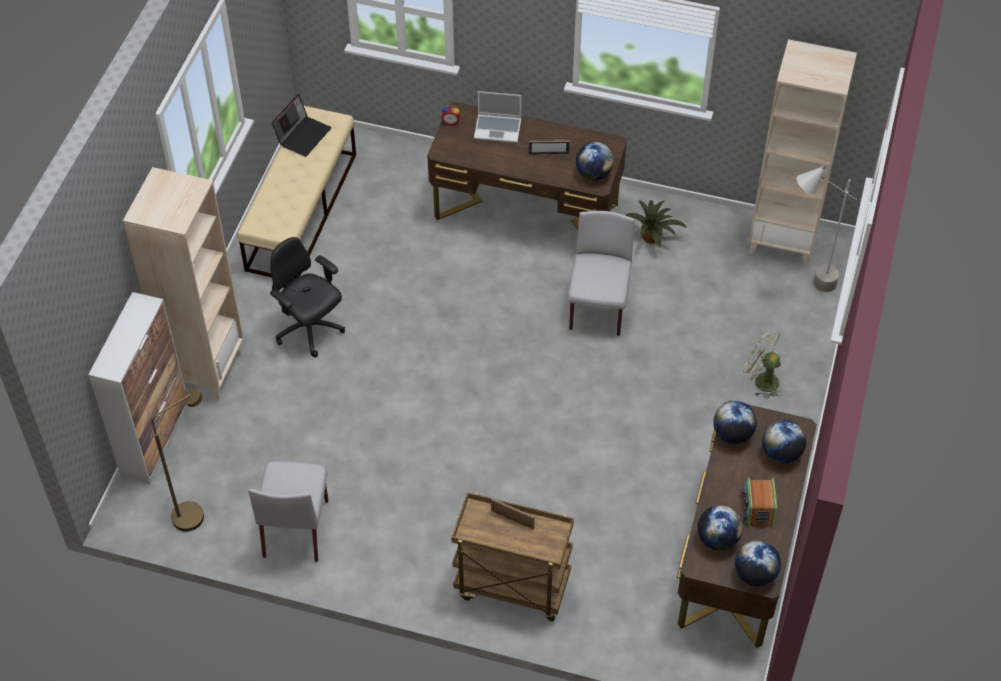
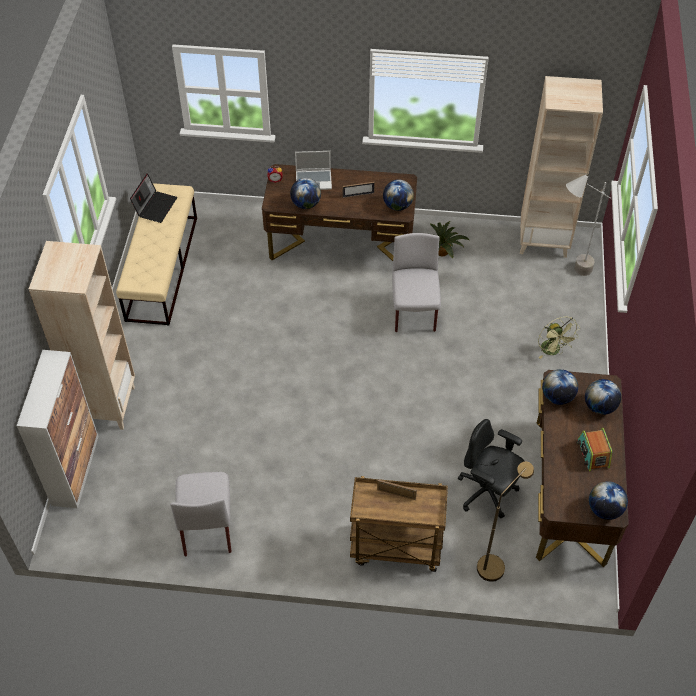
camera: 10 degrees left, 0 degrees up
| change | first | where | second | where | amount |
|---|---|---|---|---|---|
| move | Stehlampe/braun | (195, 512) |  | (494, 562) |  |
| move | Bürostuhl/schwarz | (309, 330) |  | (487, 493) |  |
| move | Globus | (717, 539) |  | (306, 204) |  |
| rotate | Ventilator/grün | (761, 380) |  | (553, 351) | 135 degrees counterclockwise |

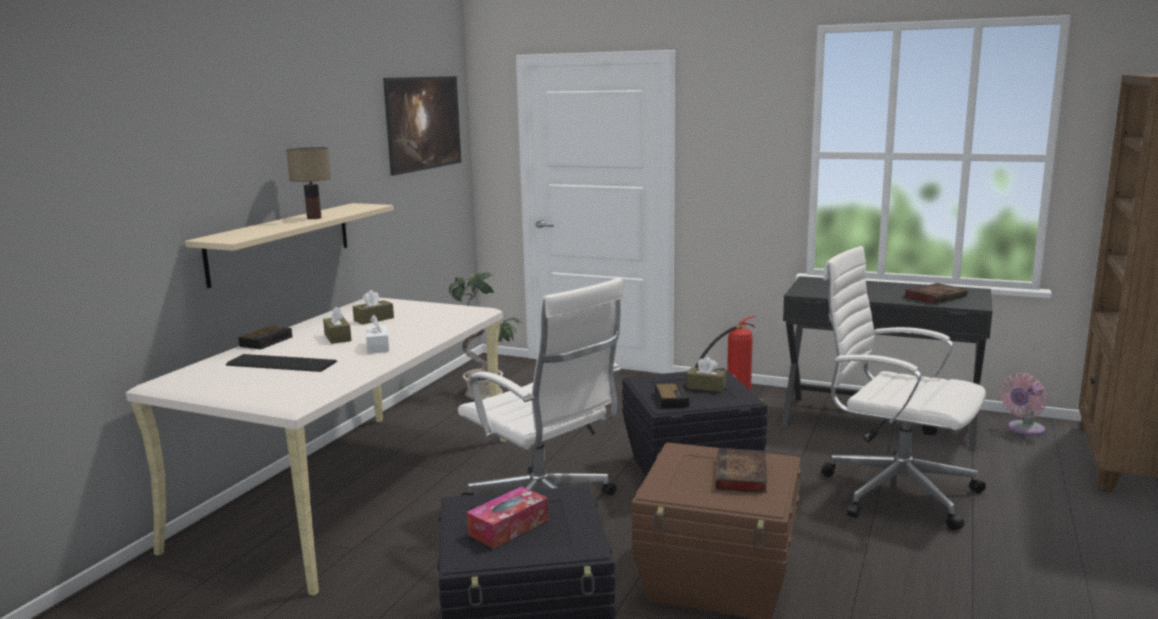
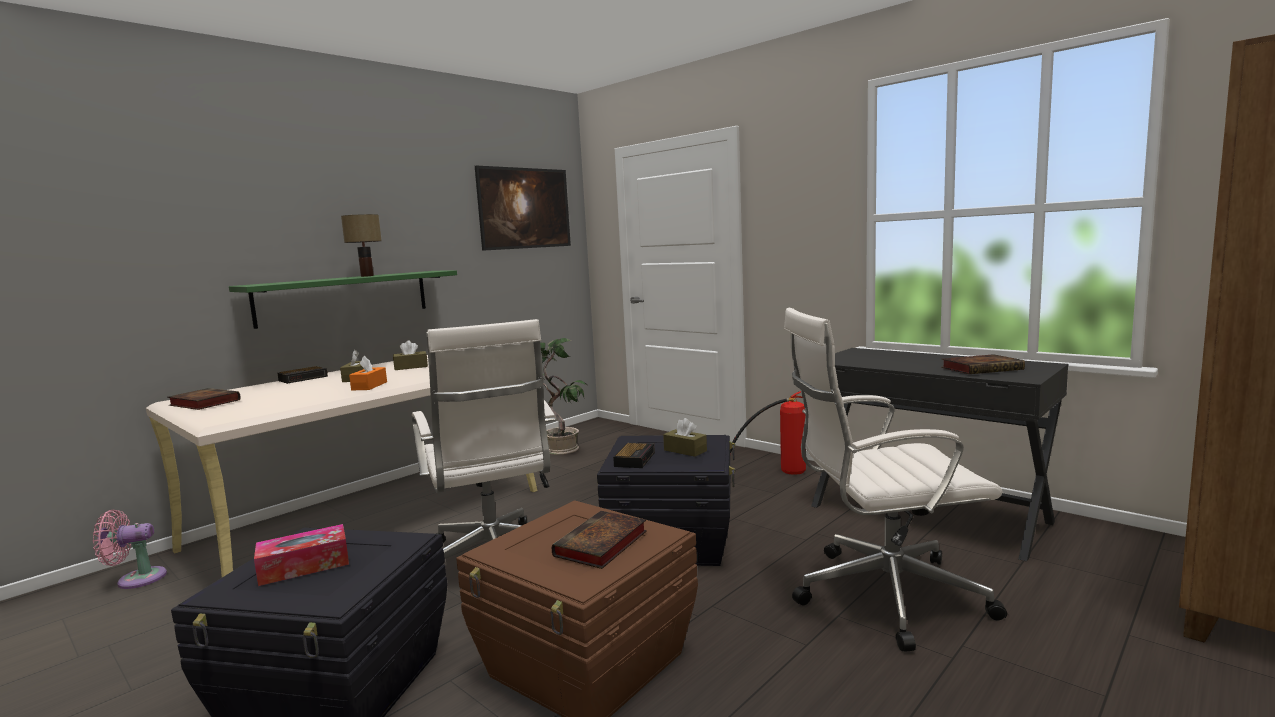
camera: 20 degrees right, 5 degrees down
| change | first | where | second | where | amount |
|---|---|---|---|---|---|
| delete | Tastatur | (281, 363) |  |  |  |
| insert |  |  | Buch | (203, 403) |  |
| move | Ventilator/rosa | (1024, 429) |  | (136, 579) |  |
| recolor | Wandregal/beige | (280, 242) | Wandregal/grün | (344, 297) |  |
| recolor | Taschentuchbox/weiß | (378, 347) | Taschentuchbox/orange | (369, 386) |  |
| rotate | Bürostuhl/weiß | (894, 491) |  | (883, 595) | 60 degrees counterclockwise |

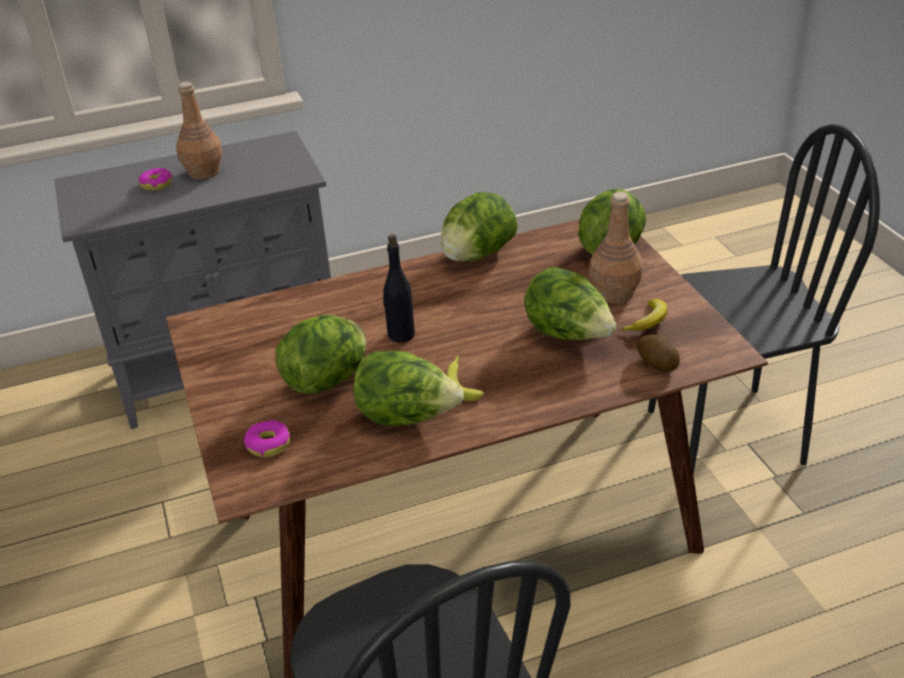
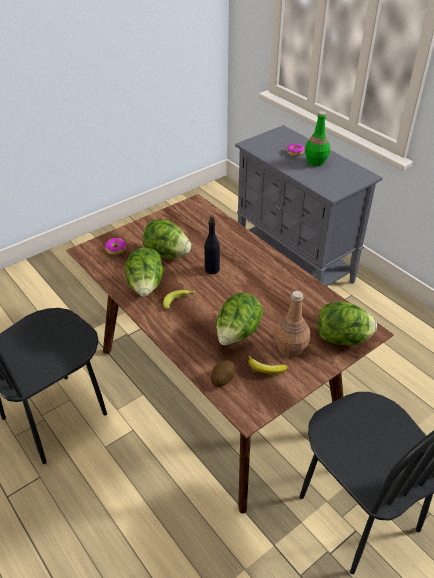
camera: 70 degrees right, 5 degrees up
| change | first | where | second | where | amount |
|---|---|---|---|---|---|
| delete | Salatkopf | (477, 255) |  |  |  |
| recolor | Flasche/braun | (204, 172) | Flasche/grün | (315, 162) |  |

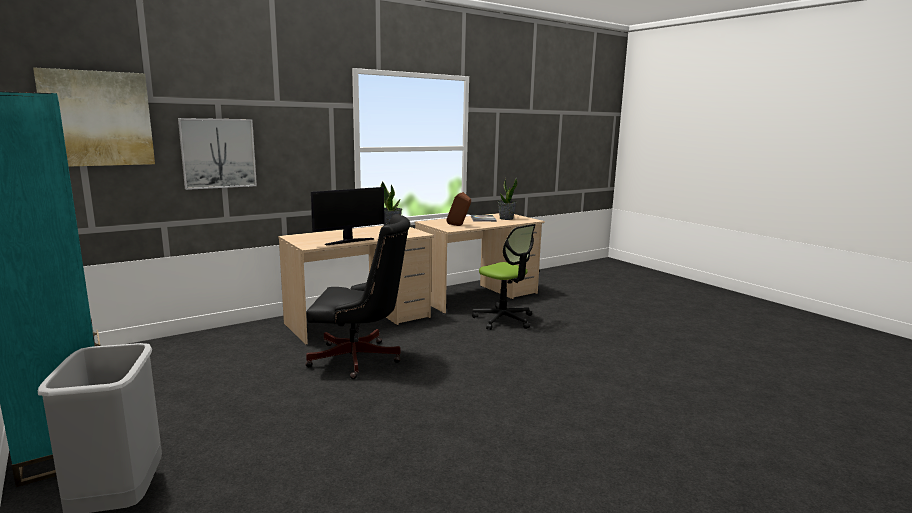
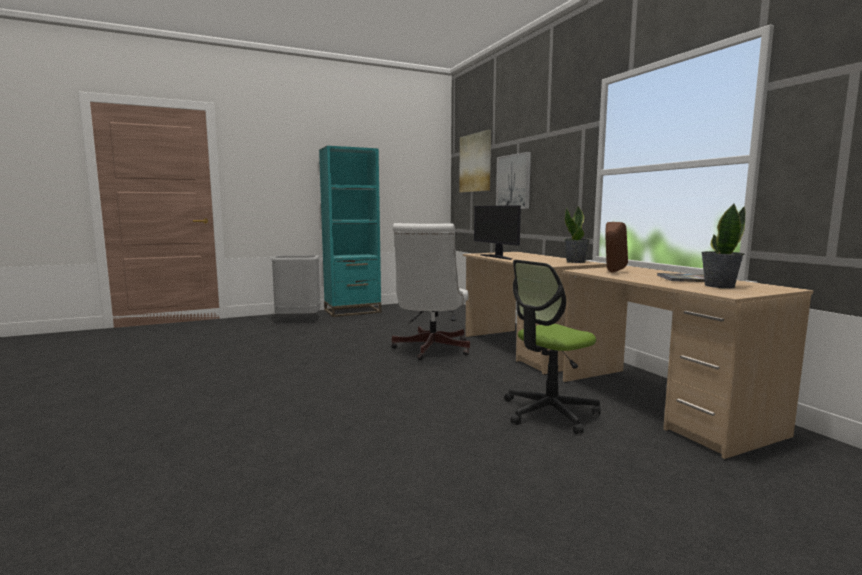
camera: 100 degrees right, 5 degrees down
| change | first | where | second | where | amount |
|---|---|---|---|---|---|
| recolor | Bürostuhl/schwarz | (360, 359) | Bürostuhl/weiß | (430, 350) |  |

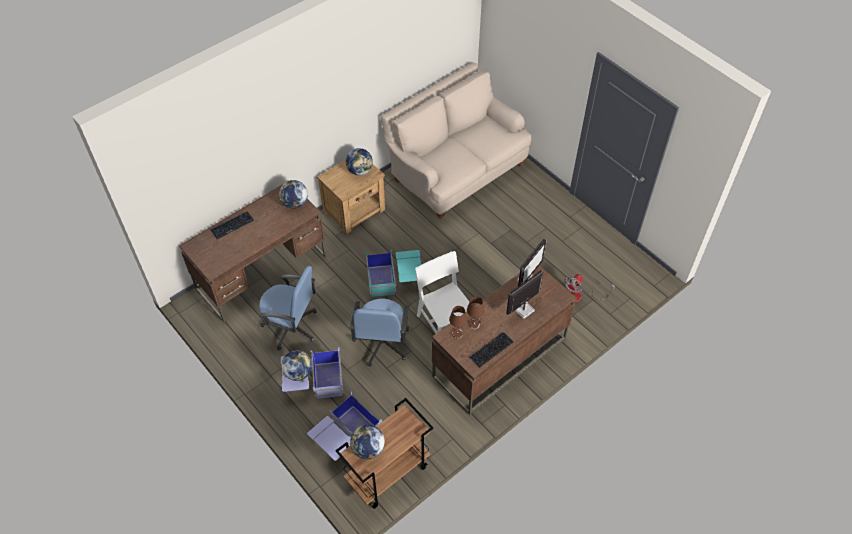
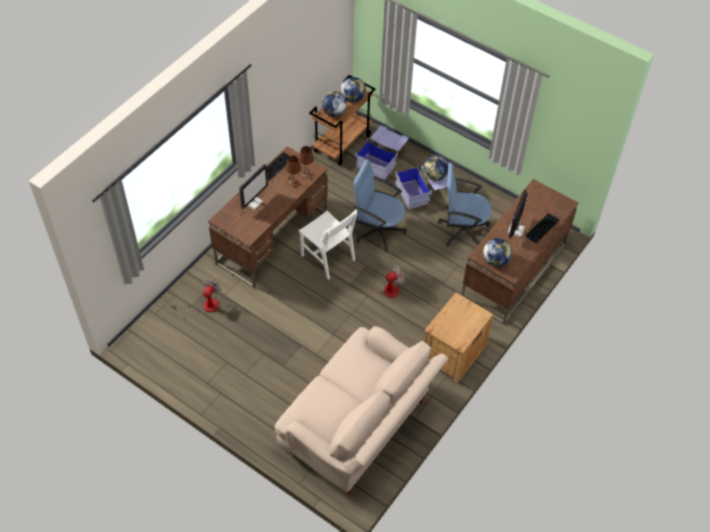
camera: 165 degrees right, 0 degrees up
| change | first | where | second | where | amount |
|---|---|---|---|---|---|
| move | Globus | (360, 170) |  | (333, 112) |  |
| move | Monitor | (527, 279) |  | (516, 230) |  |
| replace | Aufbewahrungsbox/türkis | (395, 280) | Ventilator | (385, 288) |  |
| rotate | Bürostuhl/blau | (381, 343) |  | (378, 231) | 60 degrees counterclockwise |

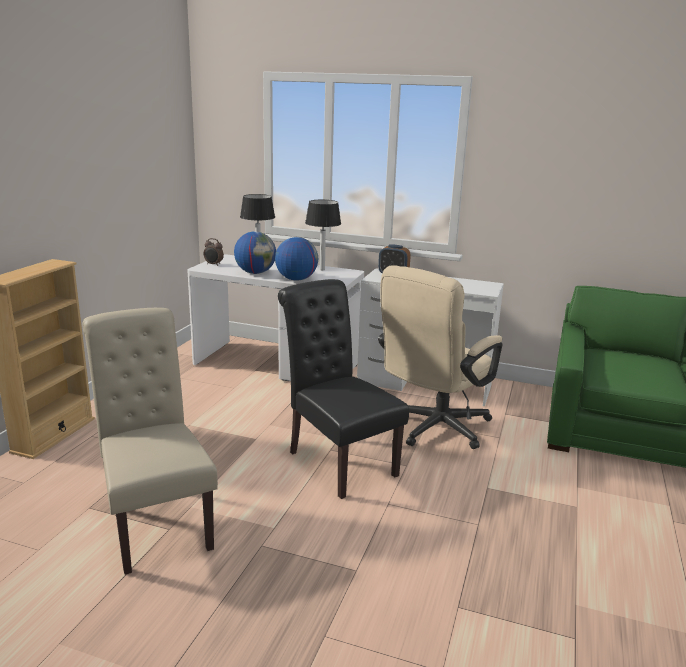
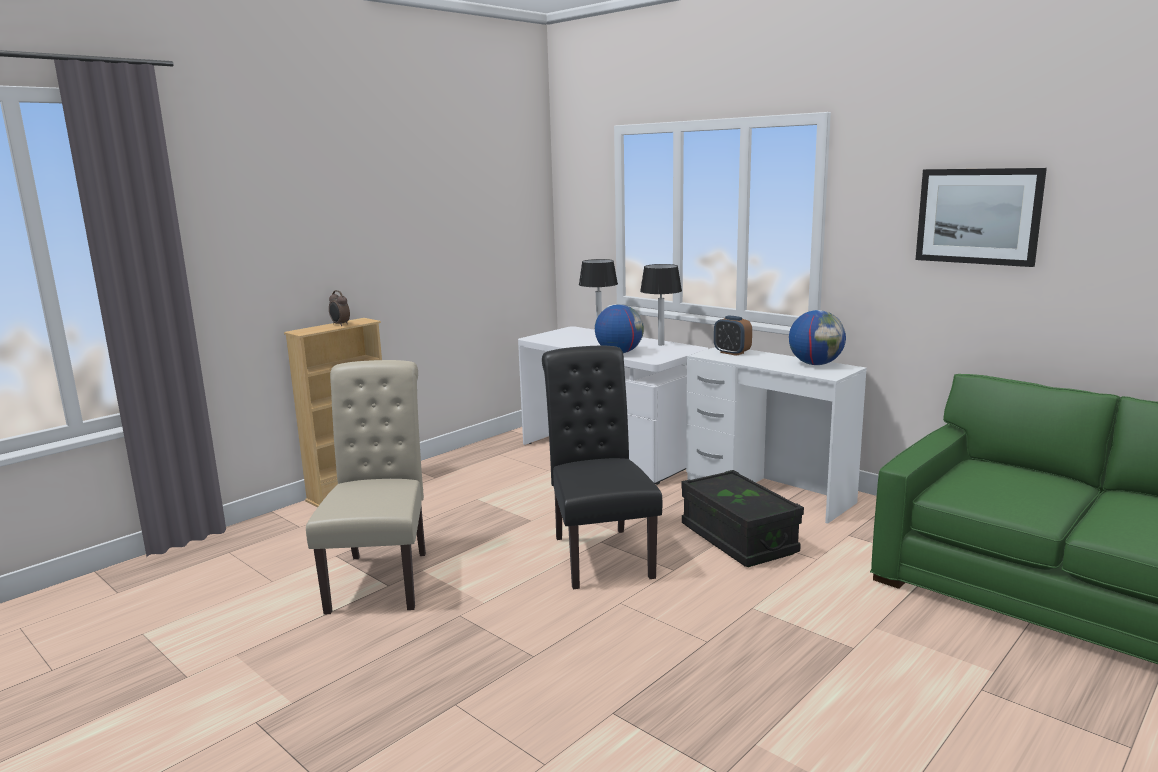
camera: 25 degrees right, 5 degrees down
| change | first | where | second | where | amount |
|---|---|---|---|---|---|
| insert |  |  | Bild | (978, 216) |  |
| move | Wecker | (213, 264) |  | (340, 325) |  |
| move | Globus | (255, 273) |  | (815, 364) |  |
| replace | Bürostuhl/beige | (433, 429) | Aufbewahrungsbox/schwarz | (738, 539) |  |

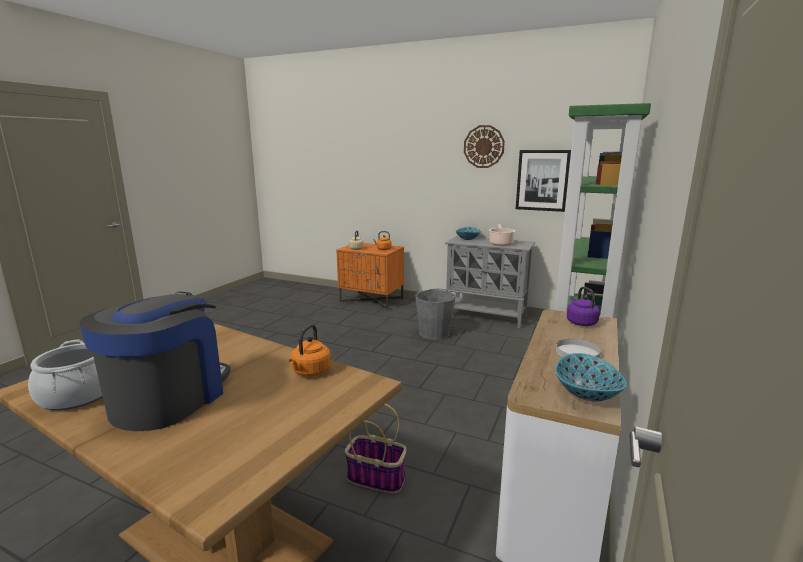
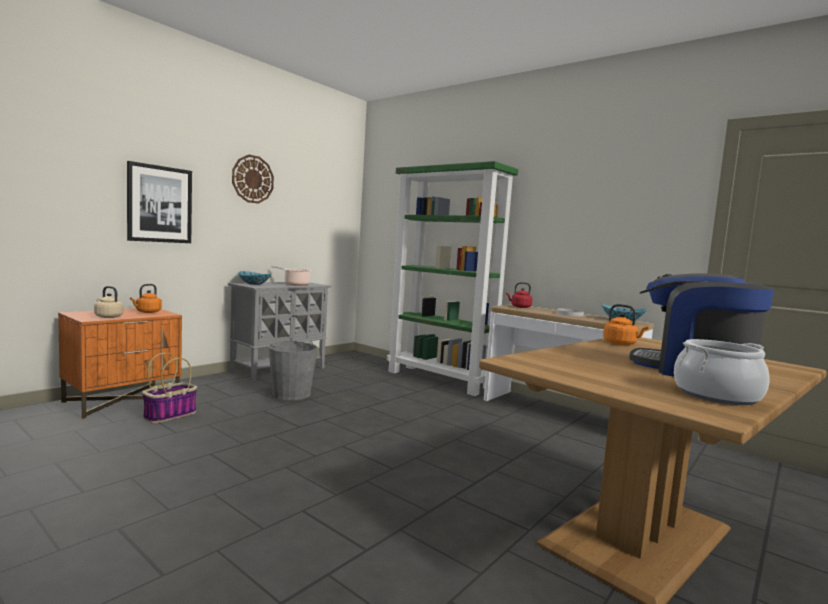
camera: 75 degrees left, 10 degrees down
| change | first | where | second | where | amount |
|---|---|---|---|---|---|
| move | Korb | (377, 478) |  | (170, 415) |  |
| move | Bild | (542, 180) |  | (160, 204) |  |
| recolor | Wasserkessel/lila | (580, 322) | Wasserkessel/rot | (519, 307) |  |

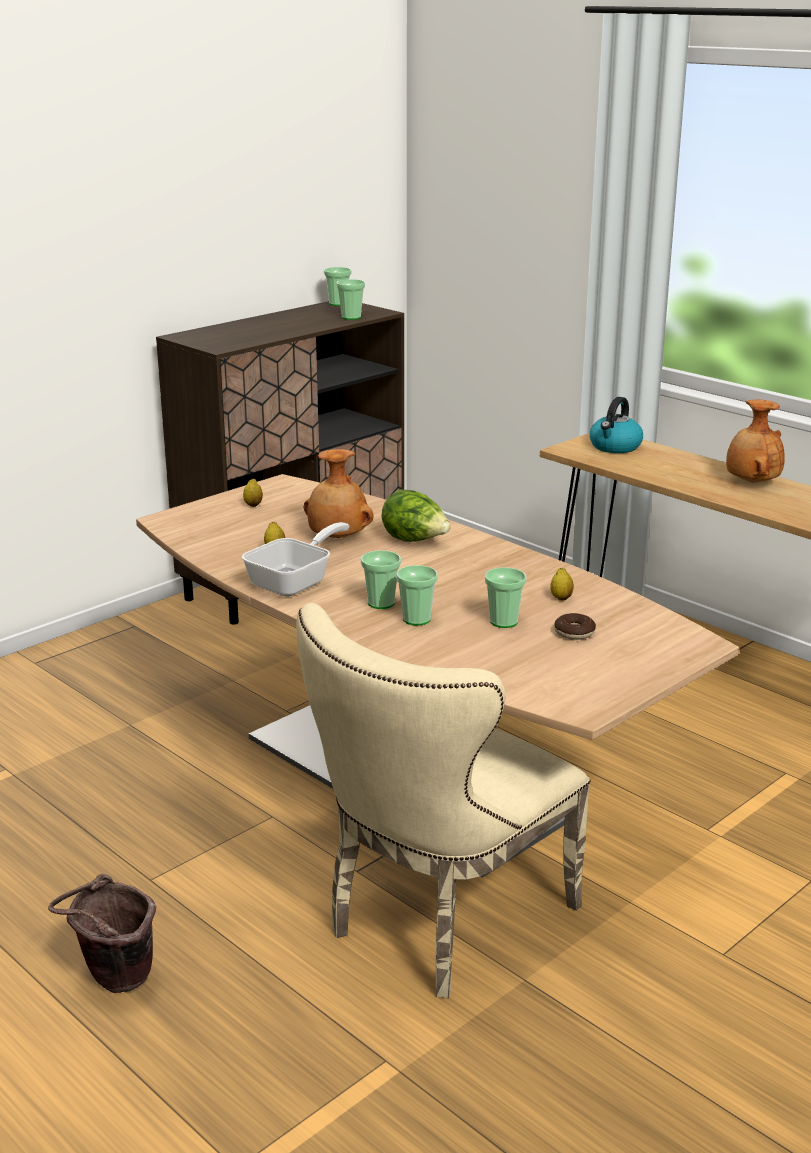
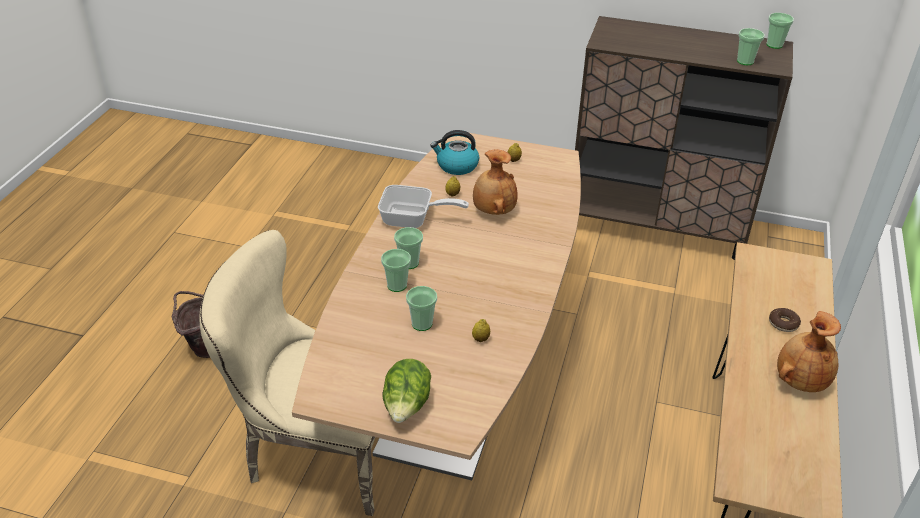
camera: 60 degrees right, 15 degrees up
| change | first | where | second | where | amount |
|---|---|---|---|---|---|
| move | Salatkopf | (415, 541) |  | (407, 407) |  |
| move | Donut | (574, 633) |  | (783, 323) |  |
| move | Wasserkessel | (615, 447) |  | (456, 166) |  |

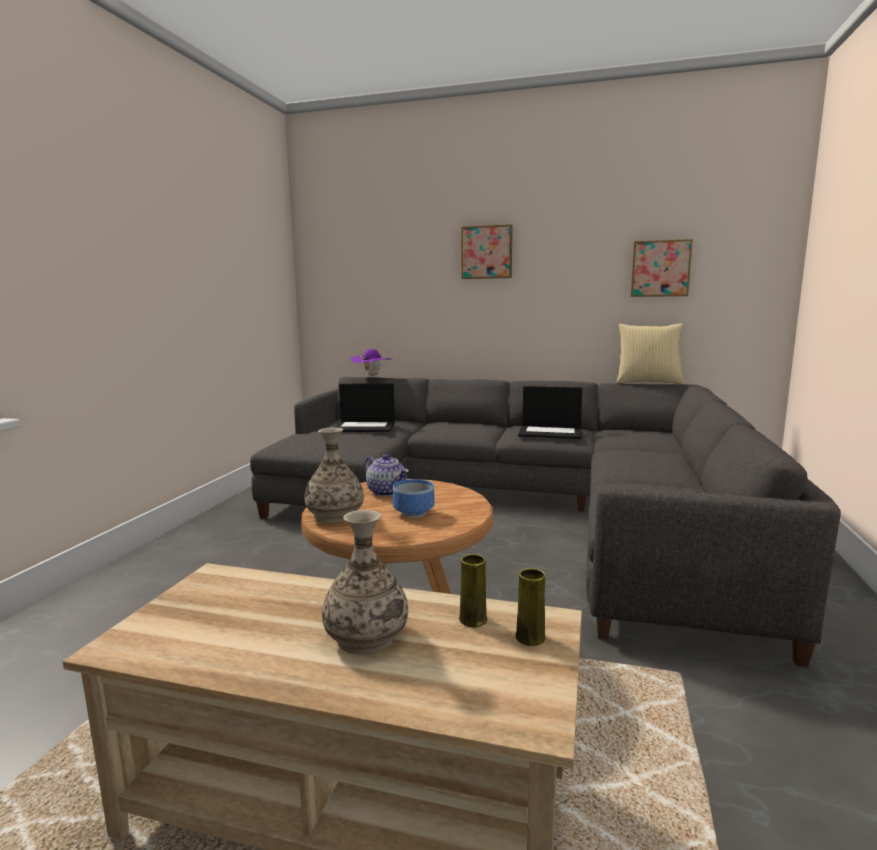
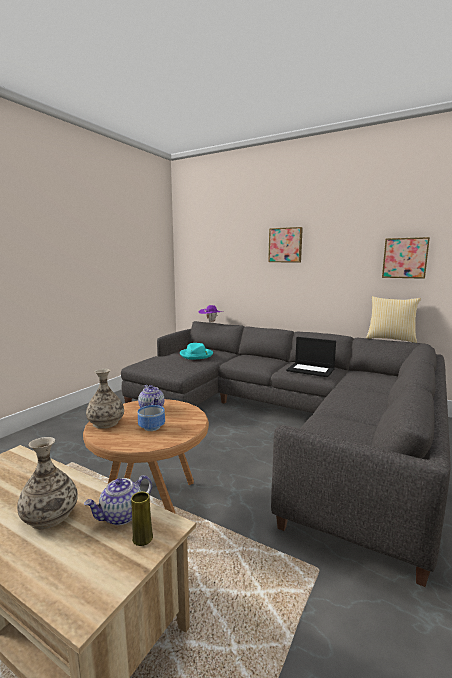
camera: 15 degrees right, 0 degrees up
| change | first | where | second | where | amount |
|---|---|---|---|---|---|
| replace | Laptop | (365, 427) | Hut/türkis | (196, 355) |  |
| replace | Vase/gelb | (473, 619) | Teekanne | (121, 516) |  |

